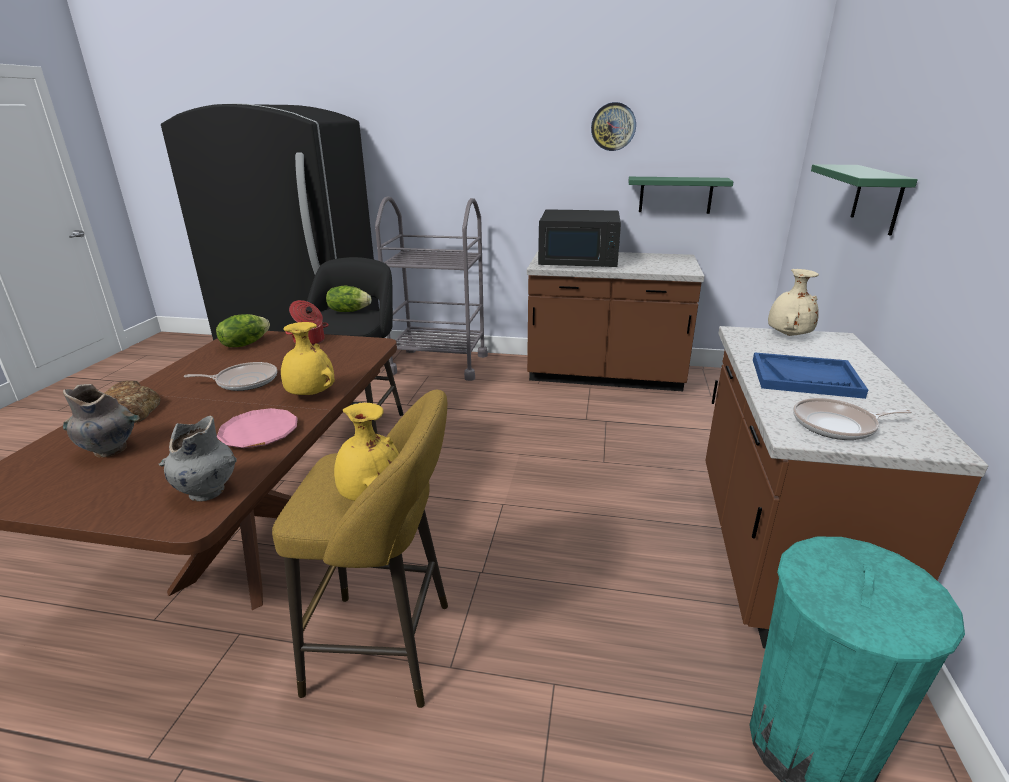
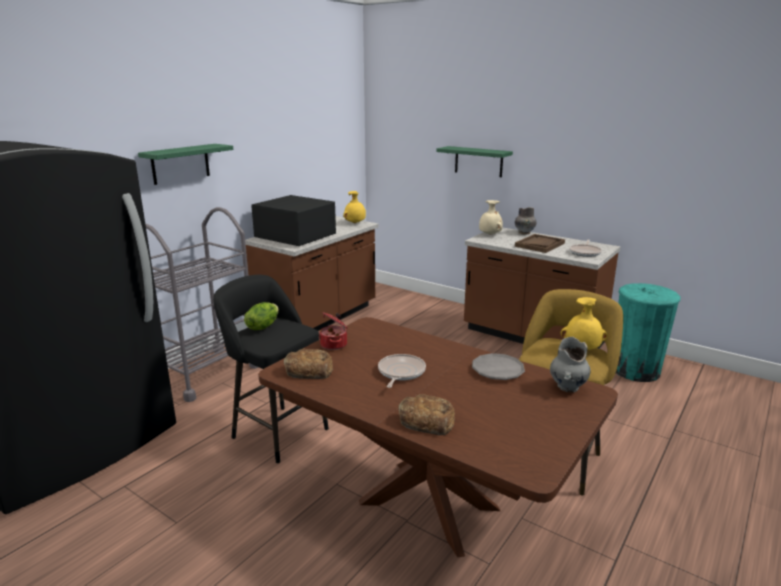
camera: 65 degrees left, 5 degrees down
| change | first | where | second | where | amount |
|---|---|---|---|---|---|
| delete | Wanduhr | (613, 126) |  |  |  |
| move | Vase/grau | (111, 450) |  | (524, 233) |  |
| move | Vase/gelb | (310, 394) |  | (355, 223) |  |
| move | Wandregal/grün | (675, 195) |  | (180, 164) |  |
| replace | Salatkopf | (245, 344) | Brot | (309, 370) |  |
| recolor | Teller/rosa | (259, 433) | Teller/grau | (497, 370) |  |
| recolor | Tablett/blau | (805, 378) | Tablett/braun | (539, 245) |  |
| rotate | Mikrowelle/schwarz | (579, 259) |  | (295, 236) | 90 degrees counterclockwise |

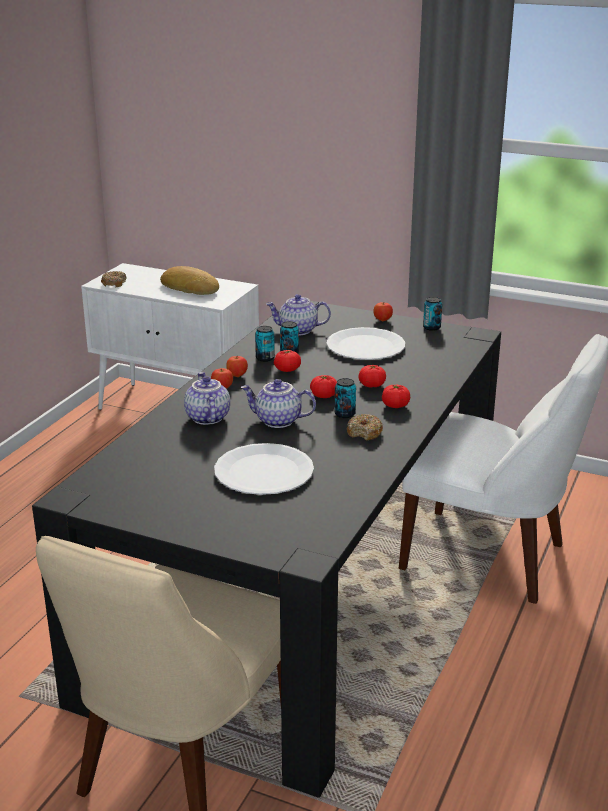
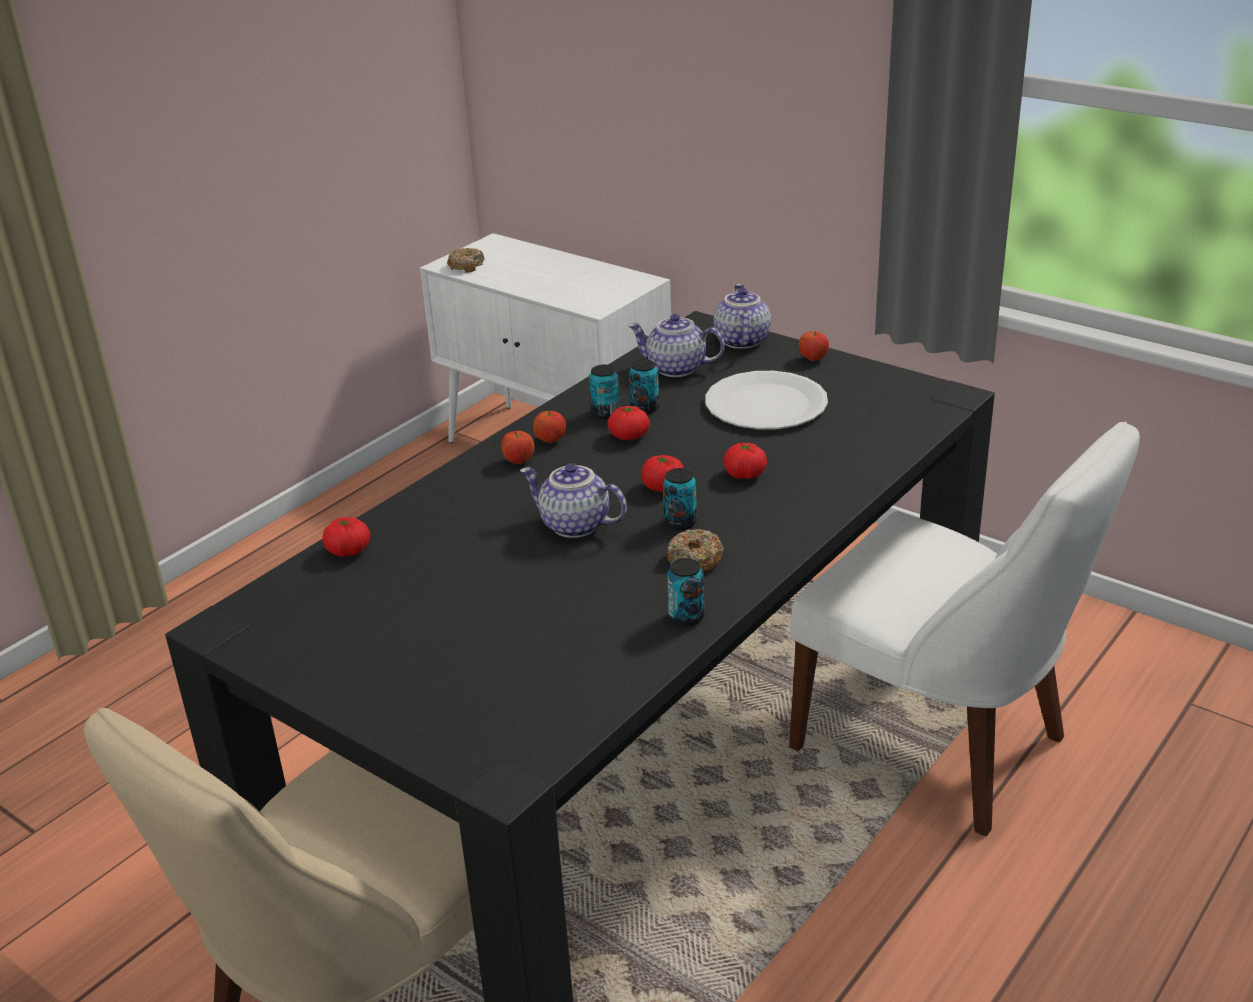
camera: 15 degrees right, 5 degrees up
| change | first | where | second | where | amount |
|---|---|---|---|---|---|
| delete | Brot | (190, 287) |  |  |  |
| delete | Teller/weiß | (264, 472) |  |  |  |
| move | Teekanne | (206, 417) |  | (740, 340) |  |
| move | Tomate | (395, 405) |  | (348, 551) |  |
| move | Dose | (431, 327) |  | (686, 617) |  |

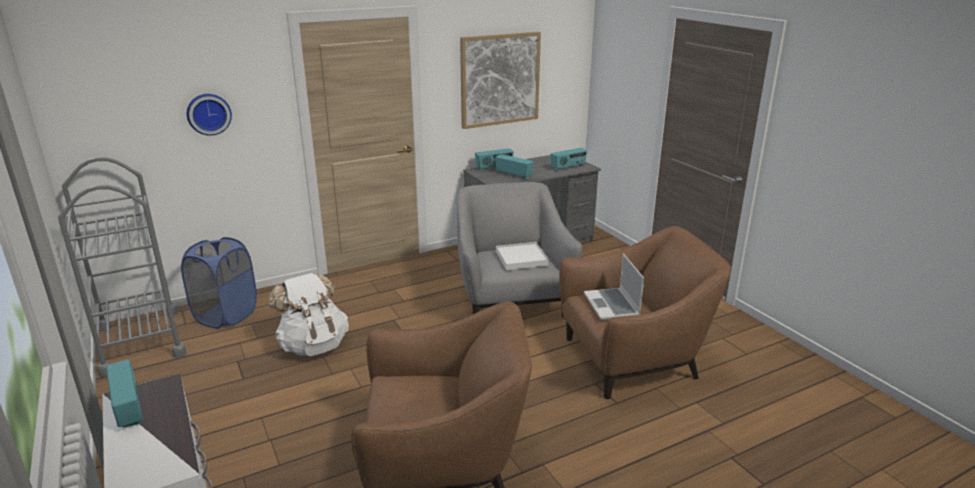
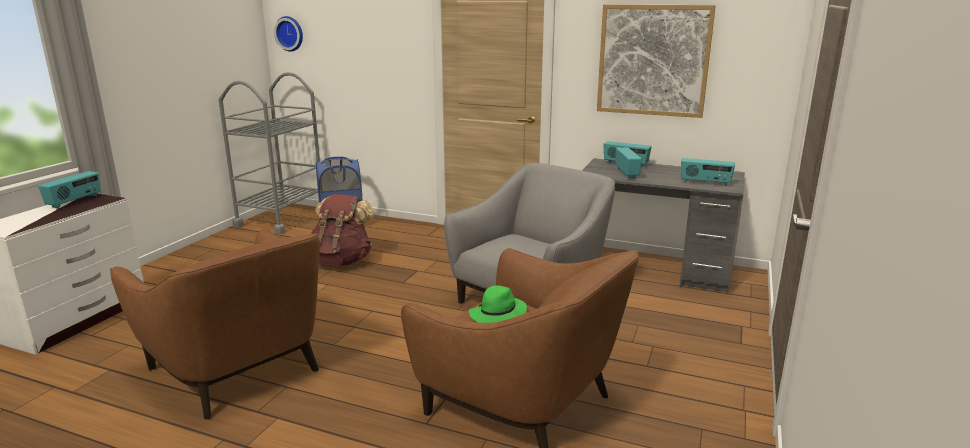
camera: 50 degrees right, 5 degrees down
| change | first | where | second | where | amount |
|---|---|---|---|---|---|
| delete | Tablett/weiß | (521, 258) |  |  |  |
| move | Wanduhr | (208, 113) |  | (290, 33) |  |
| replace | Laptop | (612, 305) | Hut/grün | (497, 315) |  |
| recolor | Rucksack/weiß | (313, 345) | Rucksack/braun | (342, 261) |  |

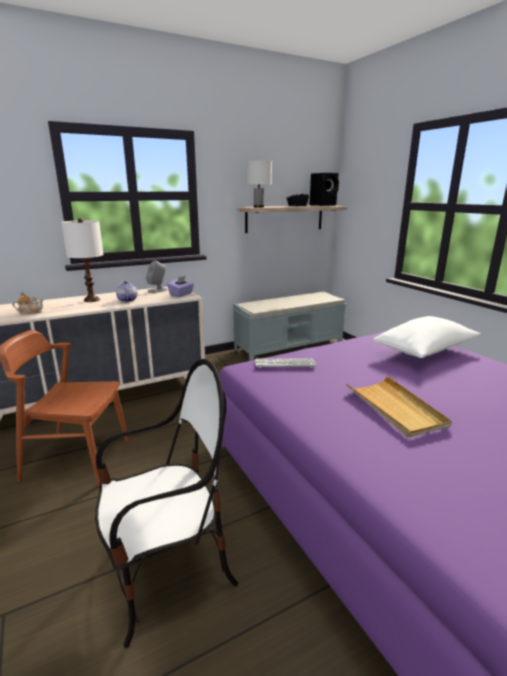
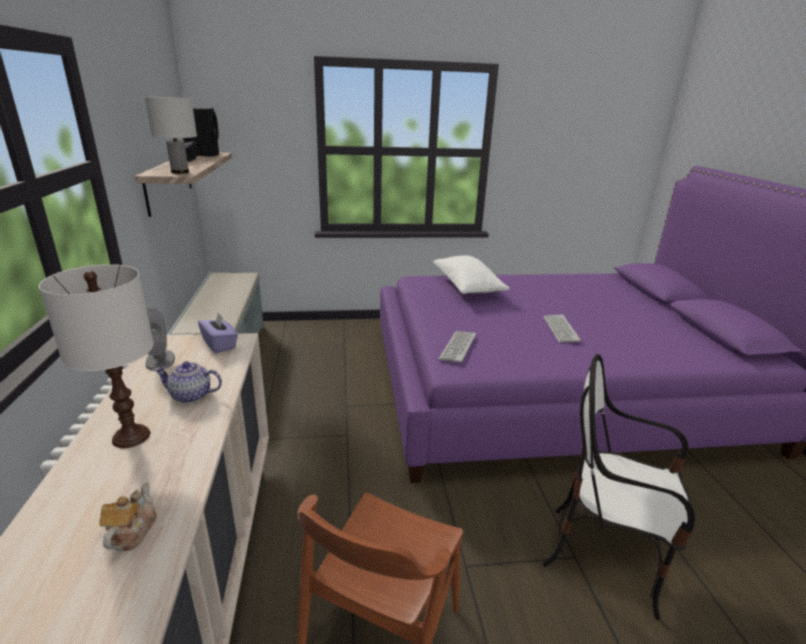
camera: 70 degrees left, 5 degrees up
| change | first | where | second | where | amount |
|---|---|---|---|---|---|
| replace | Tablett/beige | (395, 408) | Tastatur | (560, 329) |  |
| rotate | Stuhl | (169, 575) |  | (605, 555) | 60 degrees counterclockwise |

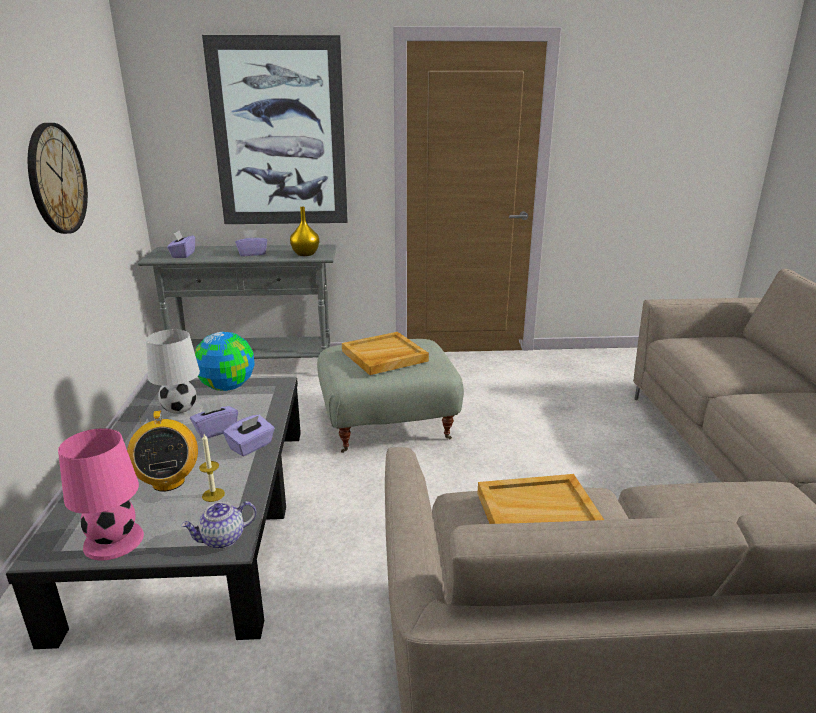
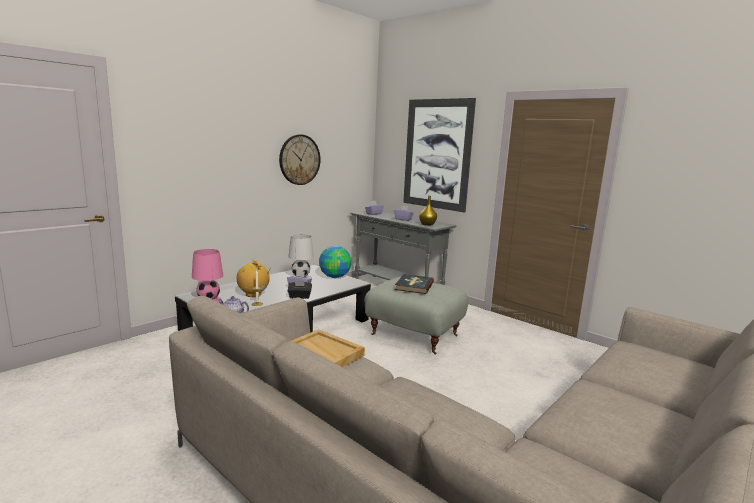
camera: 45 degrees right, 10 degrees down
| change | first | where | second | where | amount |
|---|---|---|---|---|---|
| replace | Tablett/beige | (384, 356) | Buch | (414, 286) |  |
| recolor | Taschentuchbox/lila | (251, 446) | Taschentuchbox/schwarz | (299, 297) |  |
| rotate | Radio | (168, 482) |  | (253, 294) | 105 degrees clockwise |

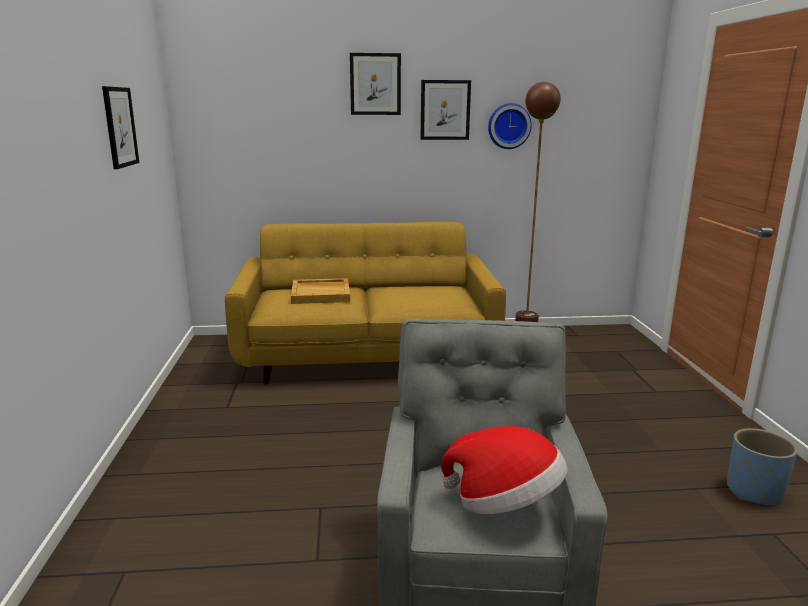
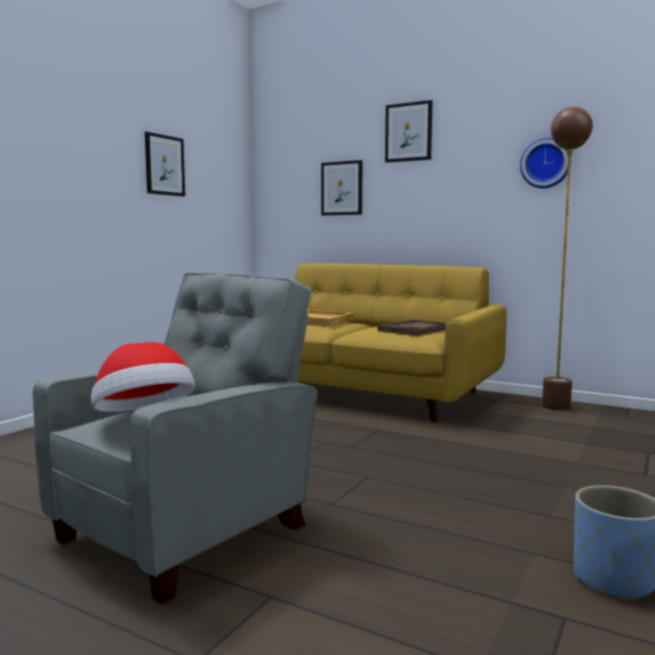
camera: 35 degrees right, 10 degrees down
| change | first | where | second | where | amount |
|---|---|---|---|---|---|
| insert |  |  | Tablett/braun | (414, 330) |  |
| move | Bild | (445, 110) |  | (342, 188) |  |

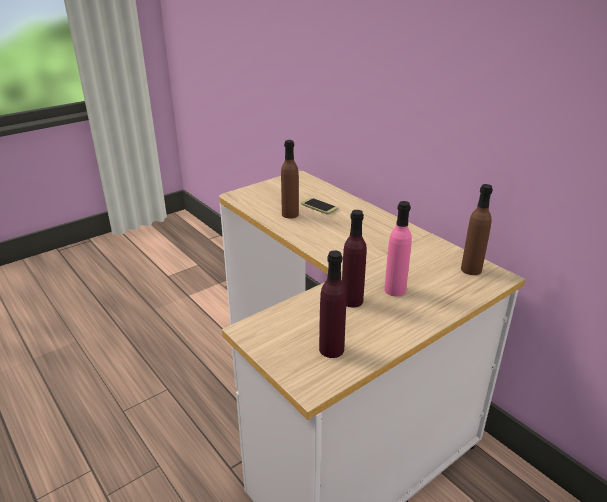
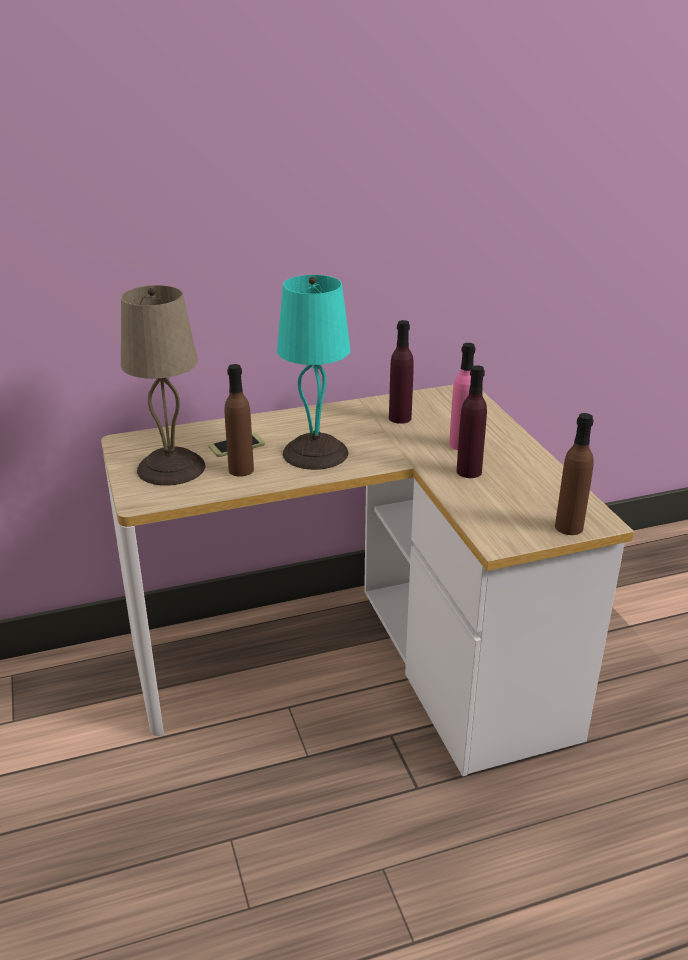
camera: 70 degrees left, 0 degrees up
| change | first | where | second | where | amount |
|---|---|---|---|---|---|
| insert |  |  | Tischlampe/beige | (170, 467) |  |
| insert |  |  | Tischlampe/türkis | (314, 453) |  |
| move | Flasche/lila | (331, 349) |  | (400, 418) |  |
| move | Flasche/braun | (471, 269) |  | (569, 527) |  |

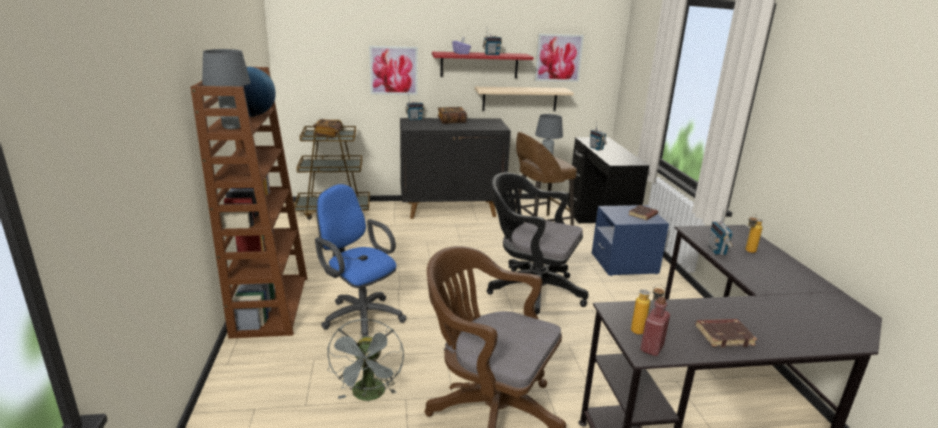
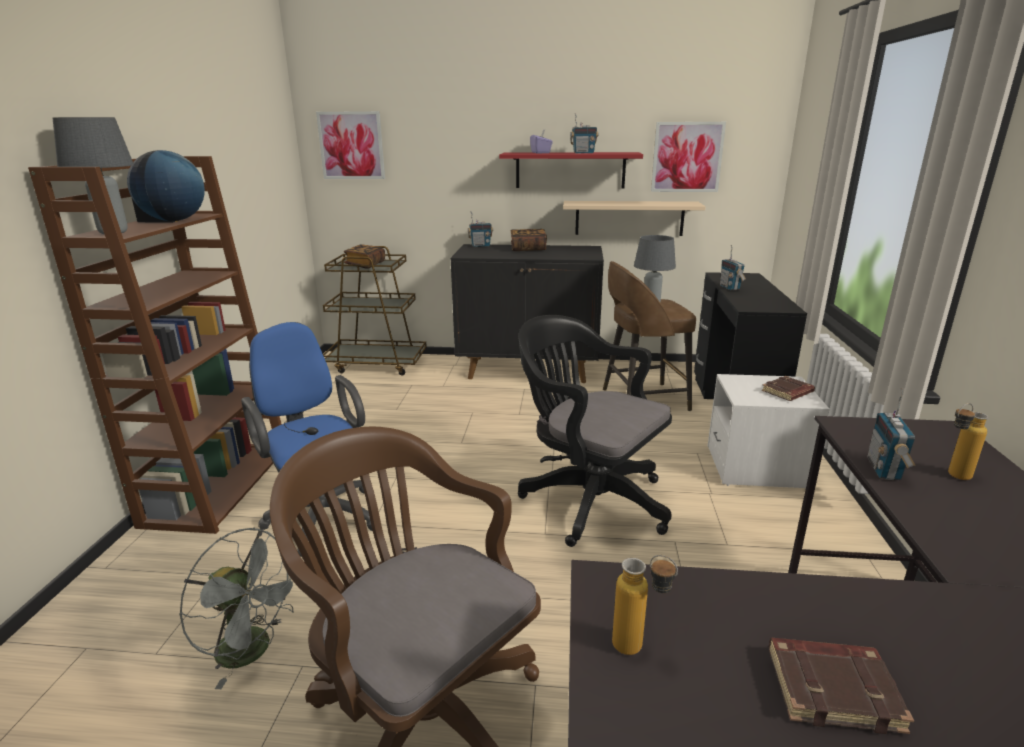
camera: 15 degrees right, 0 degrees up
| change | first | where | second | where | amount |
|---|---|---|---|---|---|
| delete | Flasche/rot | (652, 348) |  |  |  |
| move | Bild | (393, 70) |  | (351, 145) |  |
| recolor | Nachttisch/blau | (624, 264) | Nachttisch/weiß | (756, 467) |  |
| rotate | Ventilator/grau | (369, 395) |  | (253, 651) | 75 degrees counterclockwise |

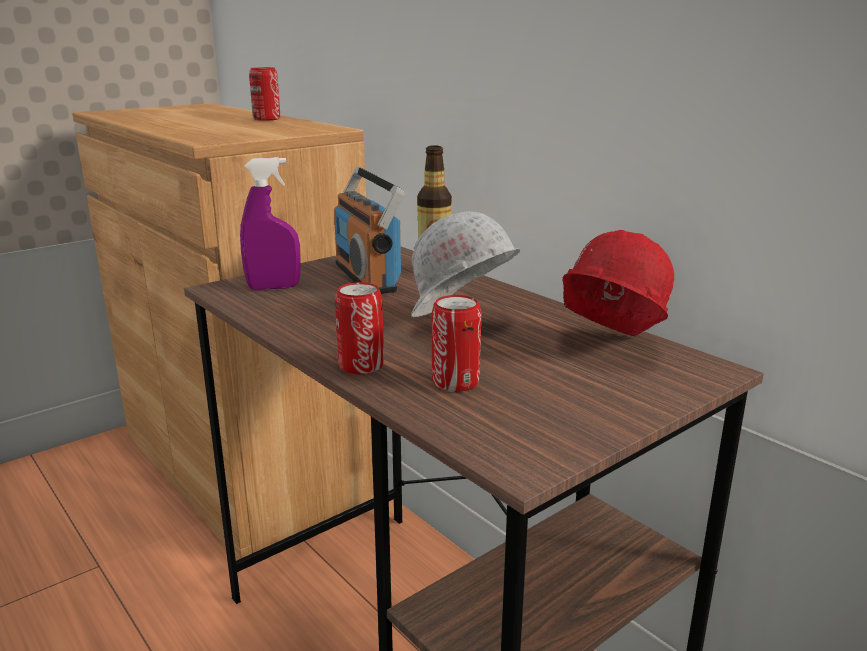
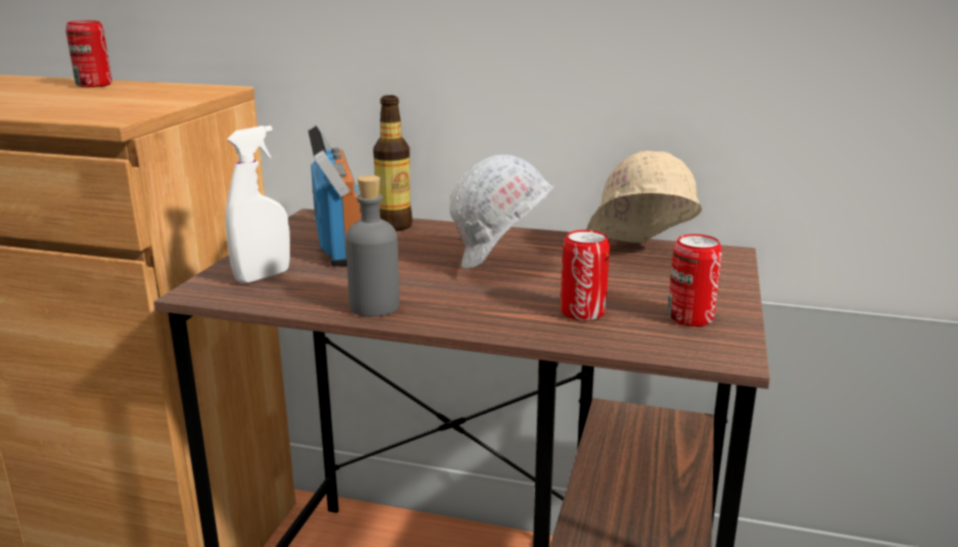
camera: 35 degrees left, 0 degrees up
| change | first | where | second | where | amount |
|---|---|---|---|---|---|
| insert |  |  | Flasche/grau | (374, 306) |  |
| move | Dose | (361, 365) |  | (690, 317) |  |
| recolor | Sprühflasche/lila | (273, 287) | Sprühflasche/weiß | (263, 276) |  |
| recolor | Schutzhelm/rot | (606, 348) | Schutzhelm/beige | (638, 256) |  |
| rotate | Radio | (366, 277) |  | (341, 245) | 135 degrees counterclockwise |

